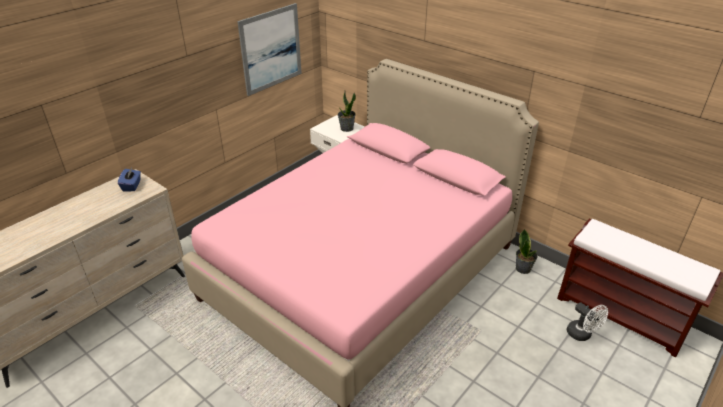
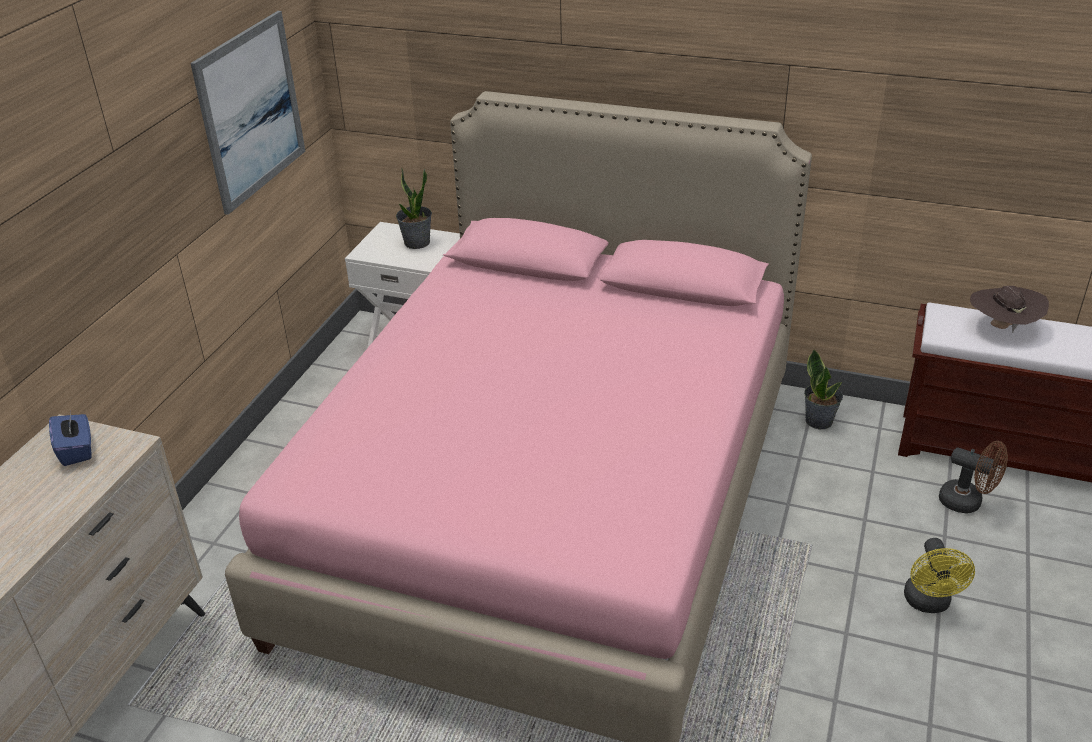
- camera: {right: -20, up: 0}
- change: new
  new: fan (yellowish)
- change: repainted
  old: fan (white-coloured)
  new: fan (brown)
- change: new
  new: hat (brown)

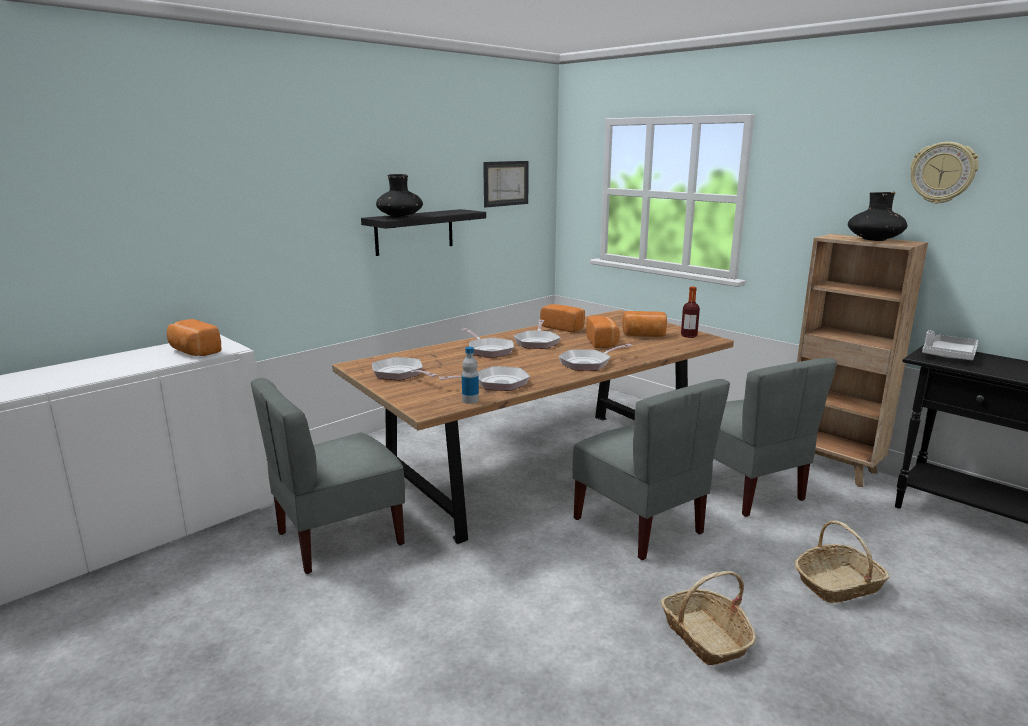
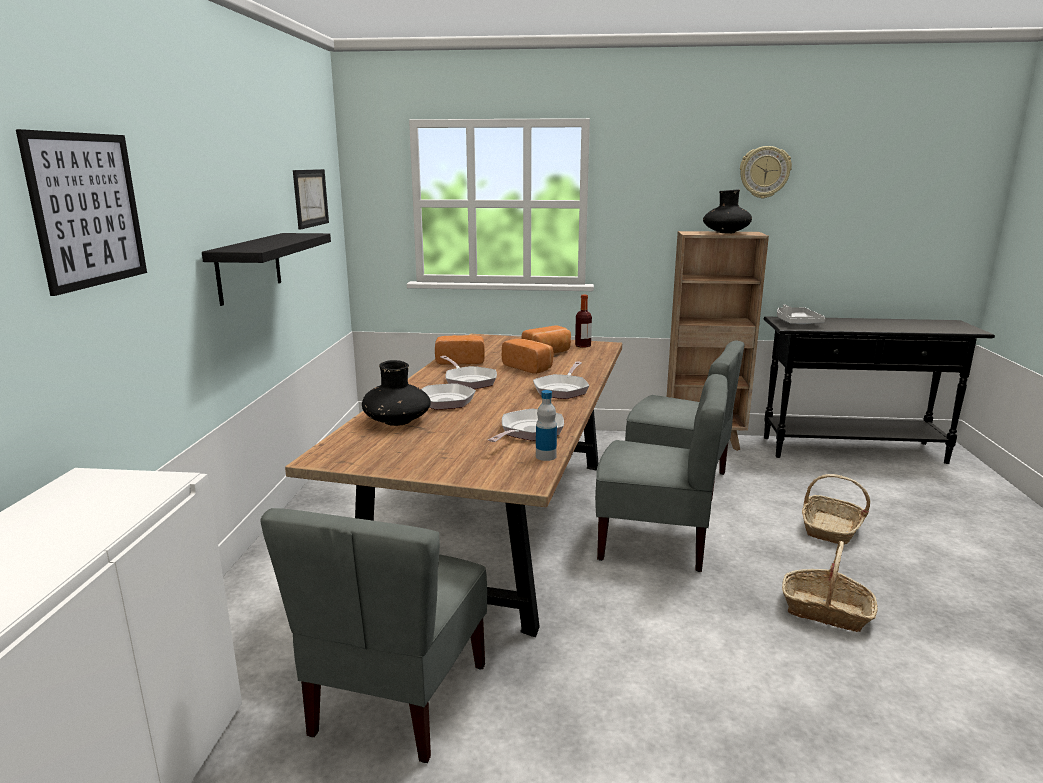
- camera: {right: -40, up: 0}
- change: new
  new: picture (no. 1 from left)
- change: shifted
  old: vase (black) (no. 1 from left)
- change: gone
  old: baked bread (no. 1 from left)
- change: gone
  old: pan (no. 1 from left)

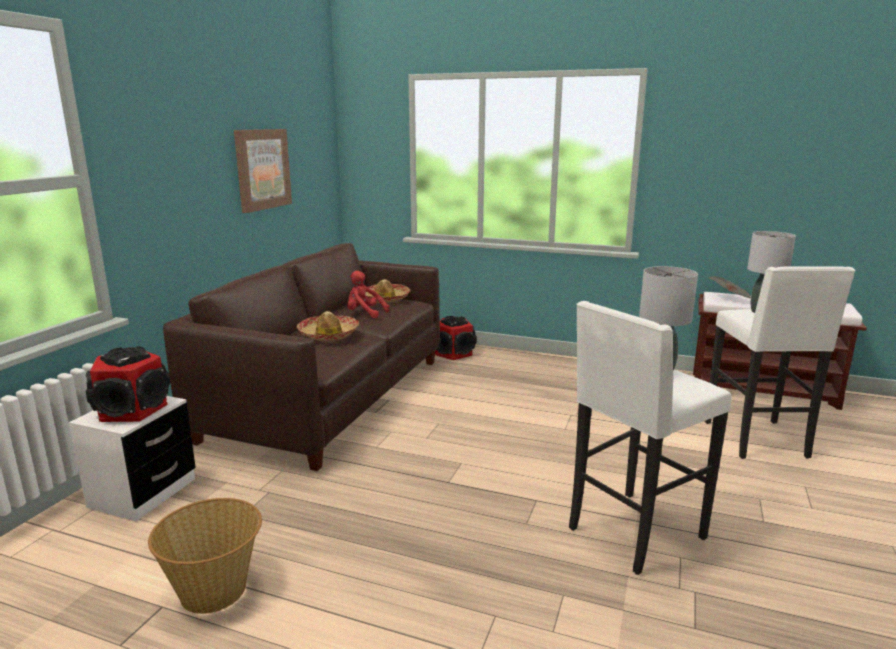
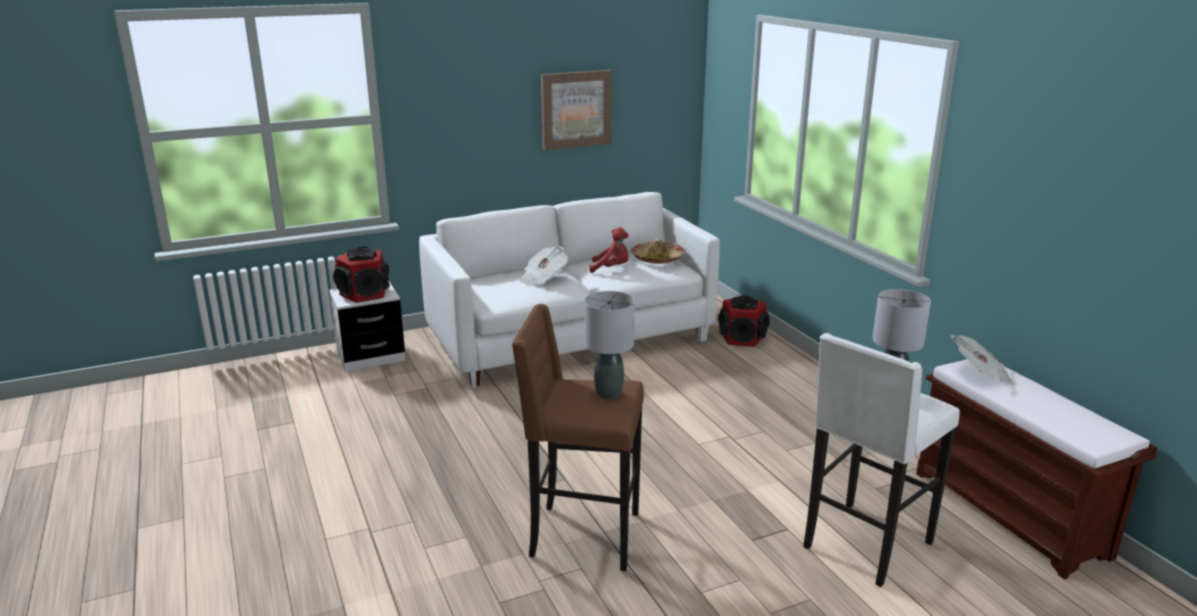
- camera: {right: 45, up: 5}
- change: repainted
  old: settee (brown)
  new: settee (white-coloured)
- change: repainted
  old: stool (white-coloured) (no. 1 from left)
  new: stool (brown)
- change: swapped
  old: hat (no. 1 from left)
  new: newspaper (no. 1 from left)
- change: rotated
  old: soft toy (red)
  degrees: 120
- change: gone
  old: household basket

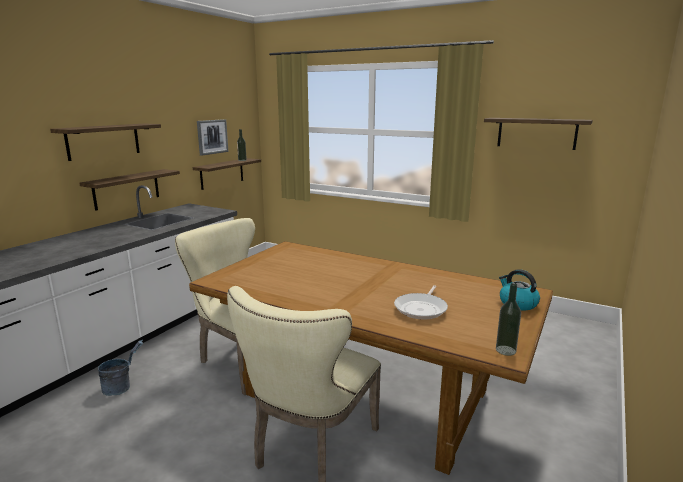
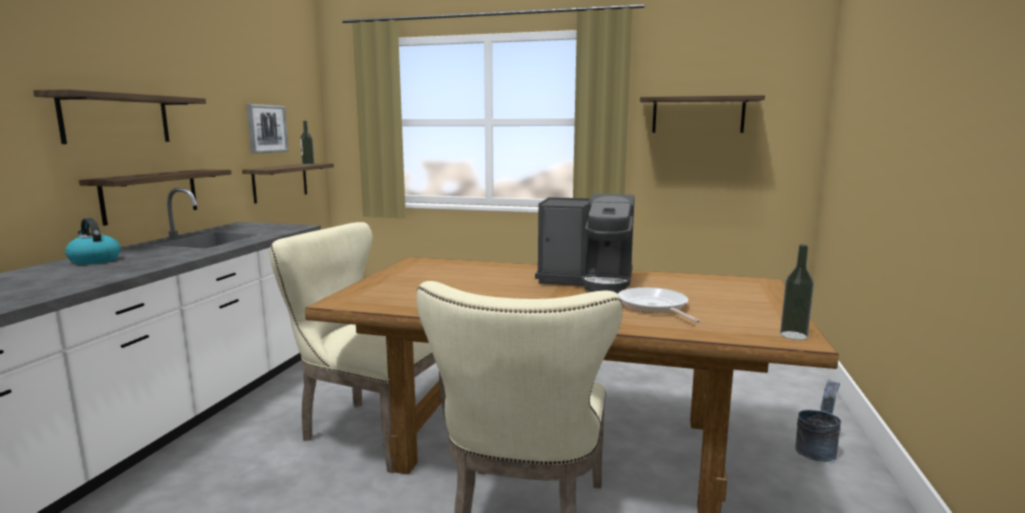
- camera: {right: -15, up: -5}
- change: shifted
  old: kettle
- change: new
  new: coffee maker
- change: rotated
  old: pan
  degrees: 150
- change: shifted
  old: bucket (greyish)

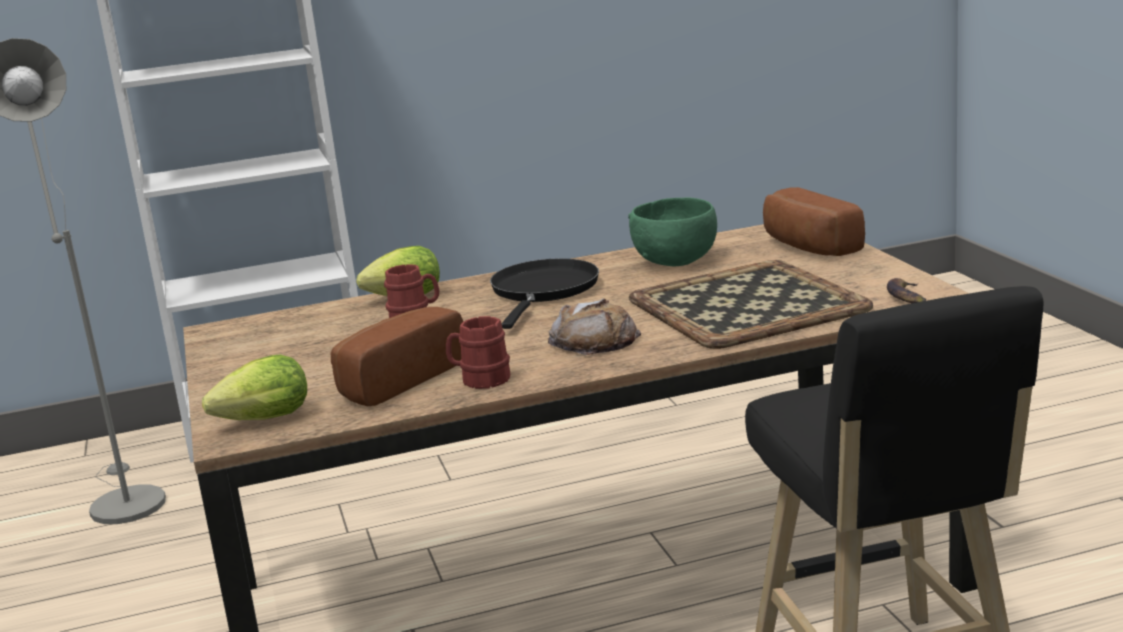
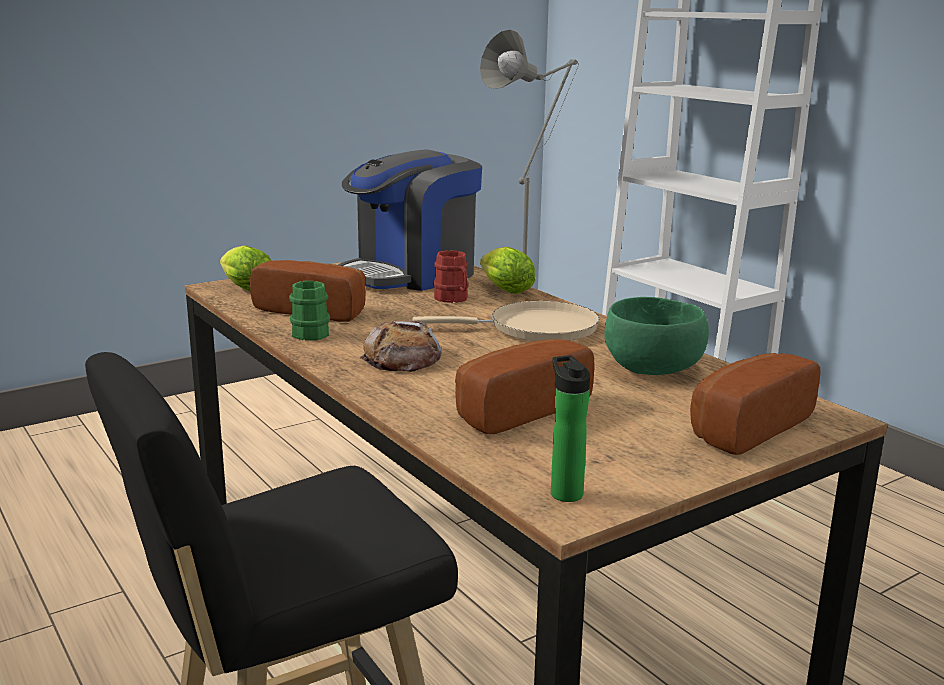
- camera: {right: 70, up: 0}
- change: repainted
  old: tea mug (red) (no. 2 from left)
  new: tea mug (greenish)
- change: new
  new: coffee maker
- change: repainted
  old: pan (black)
  new: pan (sand-coloured)
- change: swapped
  old: carrying tray
  new: baked bread (no. 3 from left)
- change: swapped
  old: banana fruit
  new: drink bottle

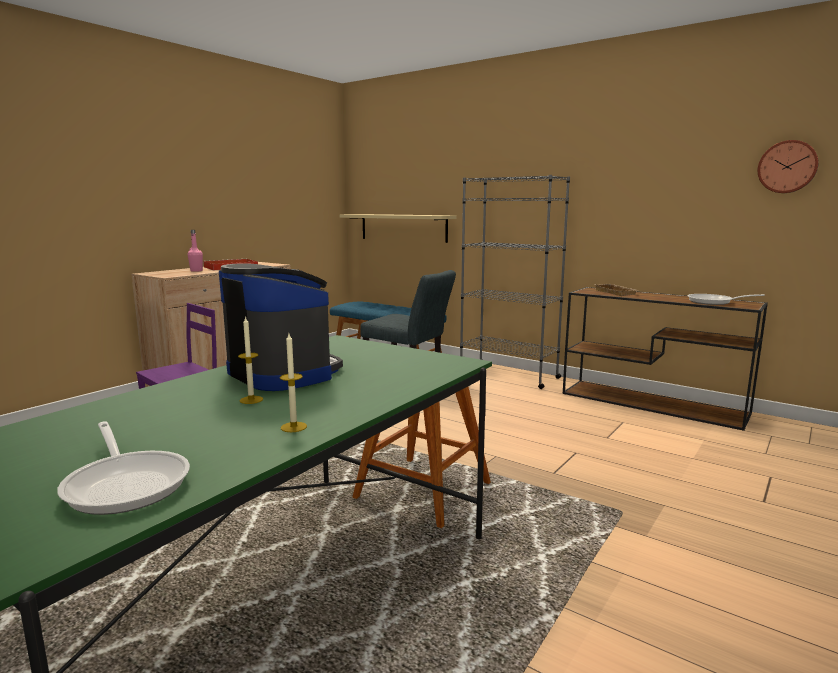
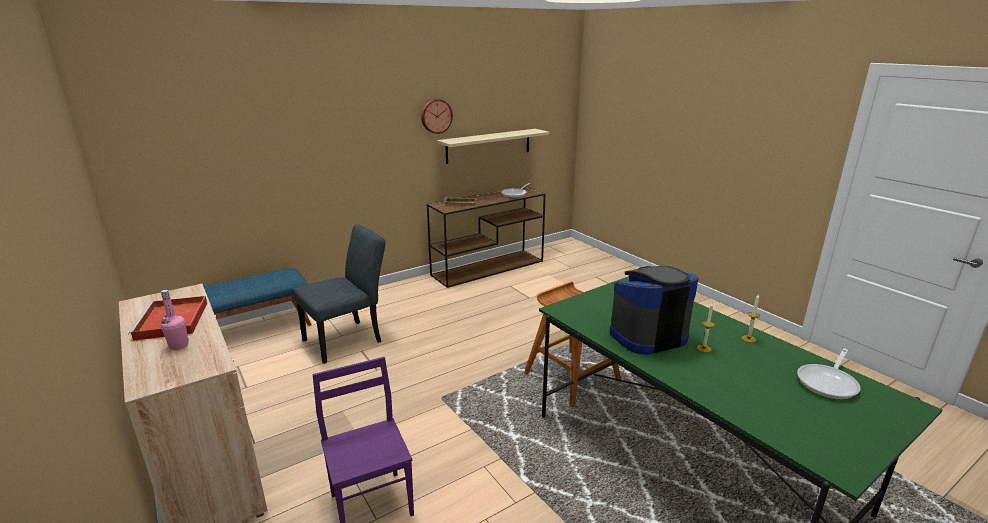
- camera: {right: -70, up: 10}
- change: shifted
  old: hanging clock
- change: shifted
  old: bracket shelf (sand-coloured)
- change: rotated
  old: pan (no. 1 from left in the first image)
  degrees: 150
- change: gone
  old: bookshelf (greyish)

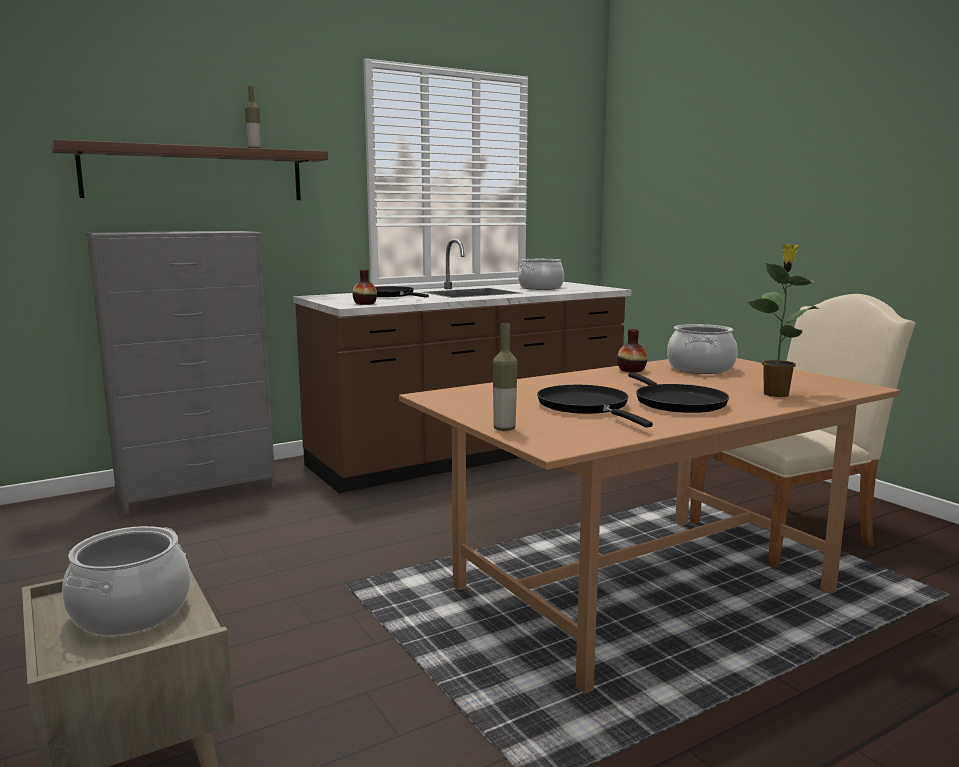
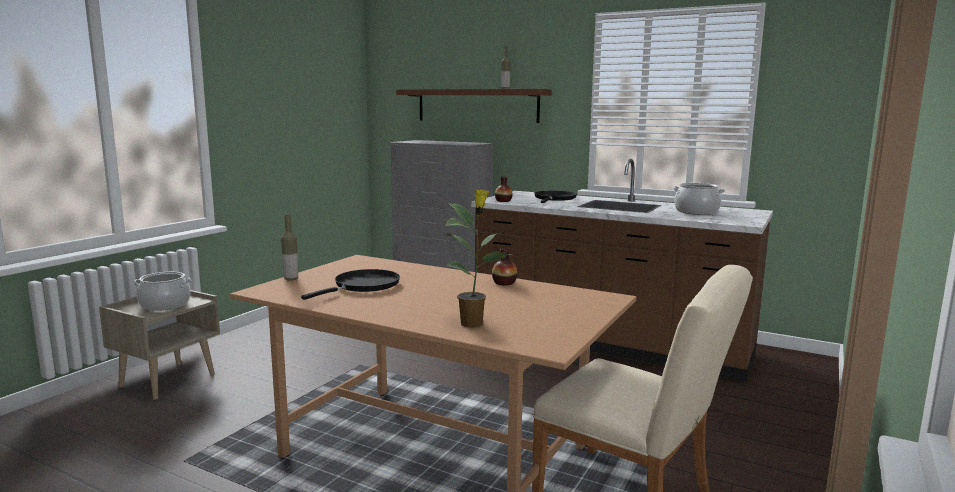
- camera: {right: 60, up: 0}
- change: gone
  old: pan (black) (no. 3 from left)
- change: gone
  old: cooking pot (no. 3 from left)

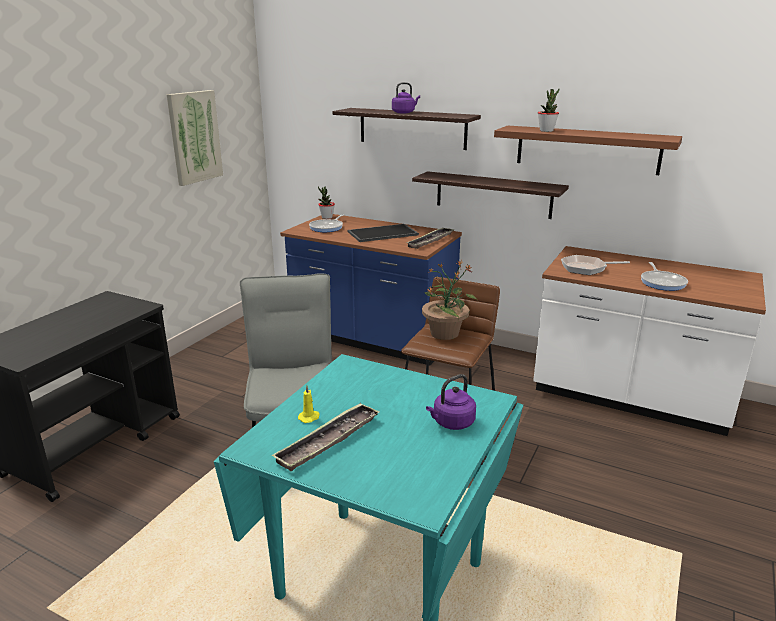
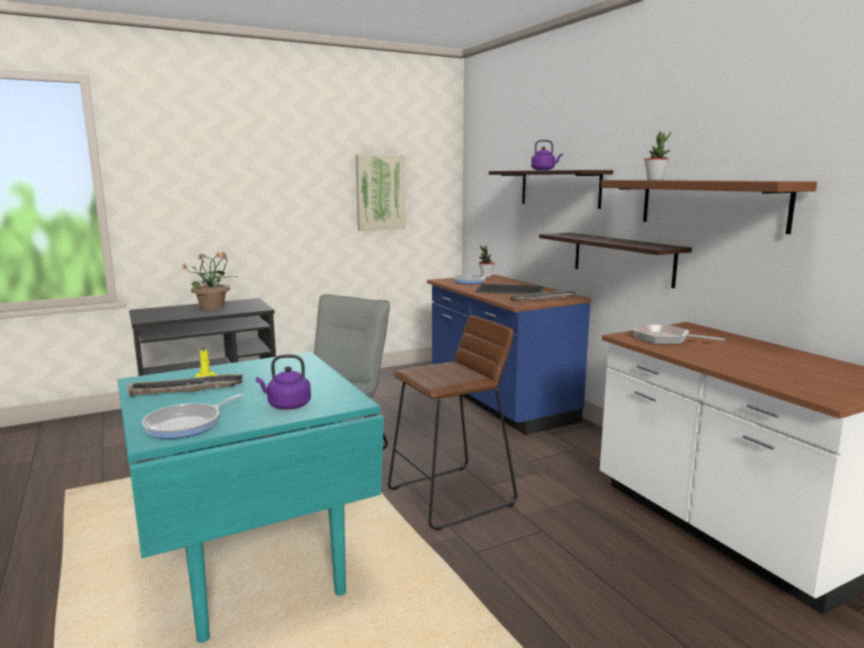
- camera: {right: 35, up: -10}
- change: shifted
  old: pan (no. 3 from left in the first image)
  new: pan (no. 1 from left)
- change: shifted
  old: houseplant (no. 2 from left in the first image)
  new: houseplant (no. 1 from left)

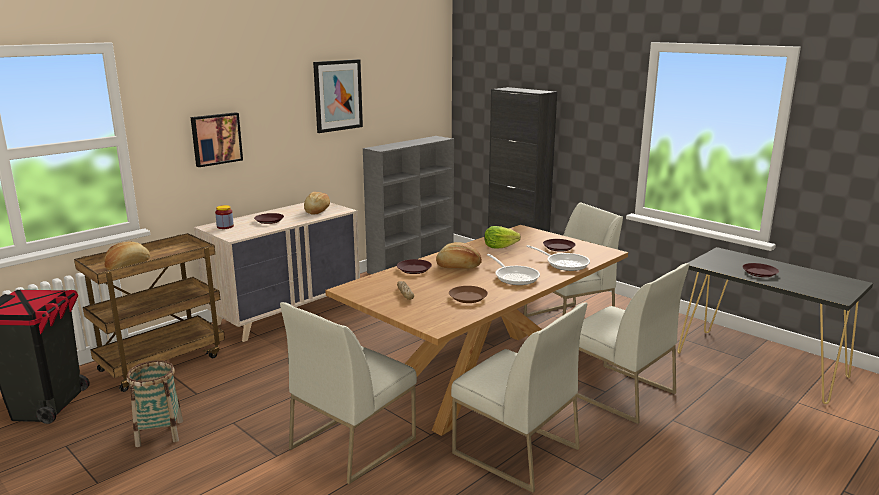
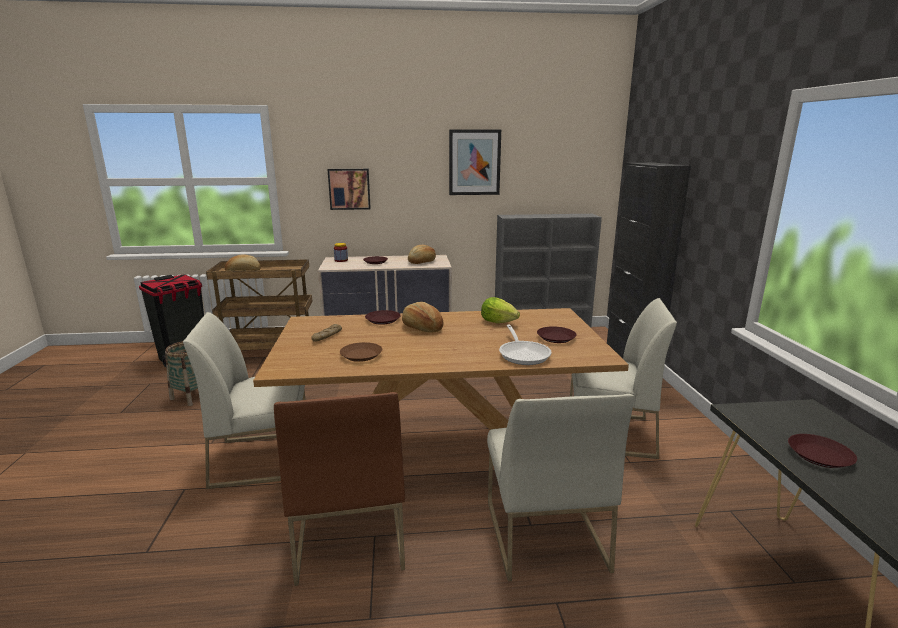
- camera: {right: 40, up: 0}
- change: repainted
  old: plain chair (white-coloured) (no. 2 from left)
  new: plain chair (brown)
- change: gone
  old: pan (no. 1 from left)

